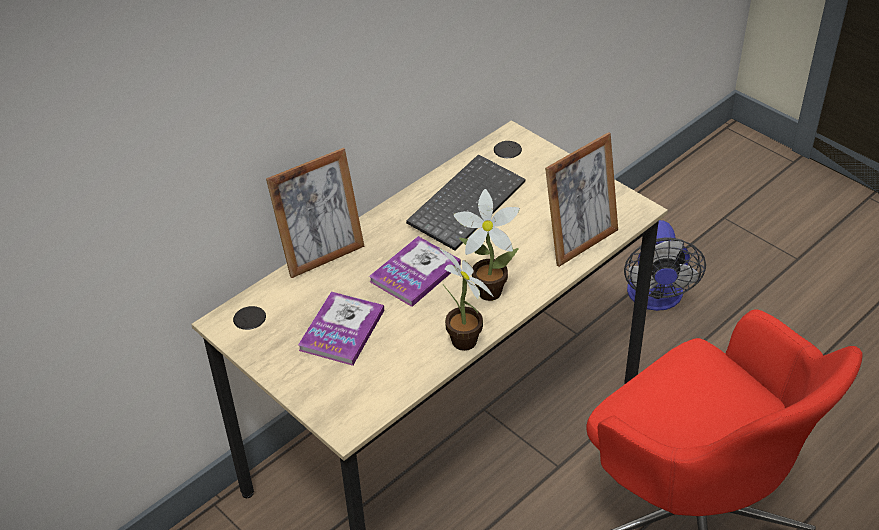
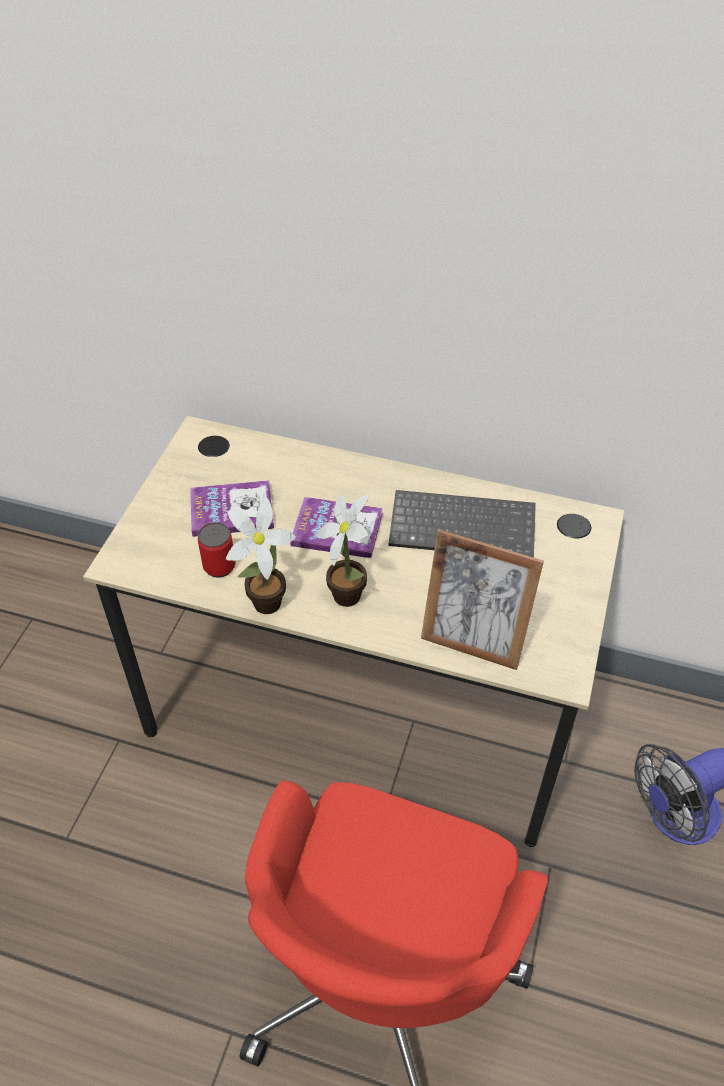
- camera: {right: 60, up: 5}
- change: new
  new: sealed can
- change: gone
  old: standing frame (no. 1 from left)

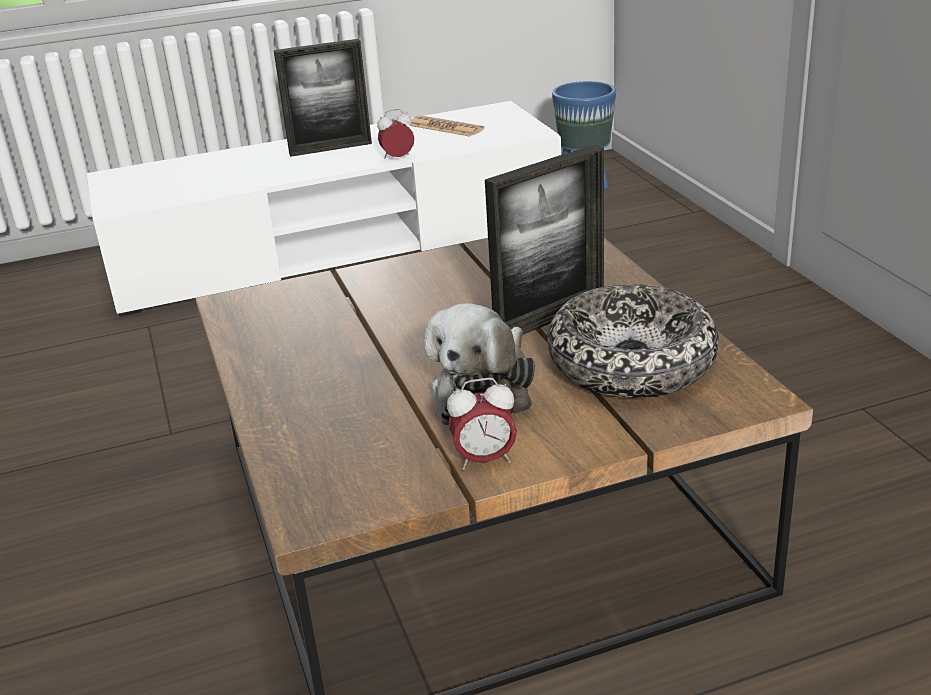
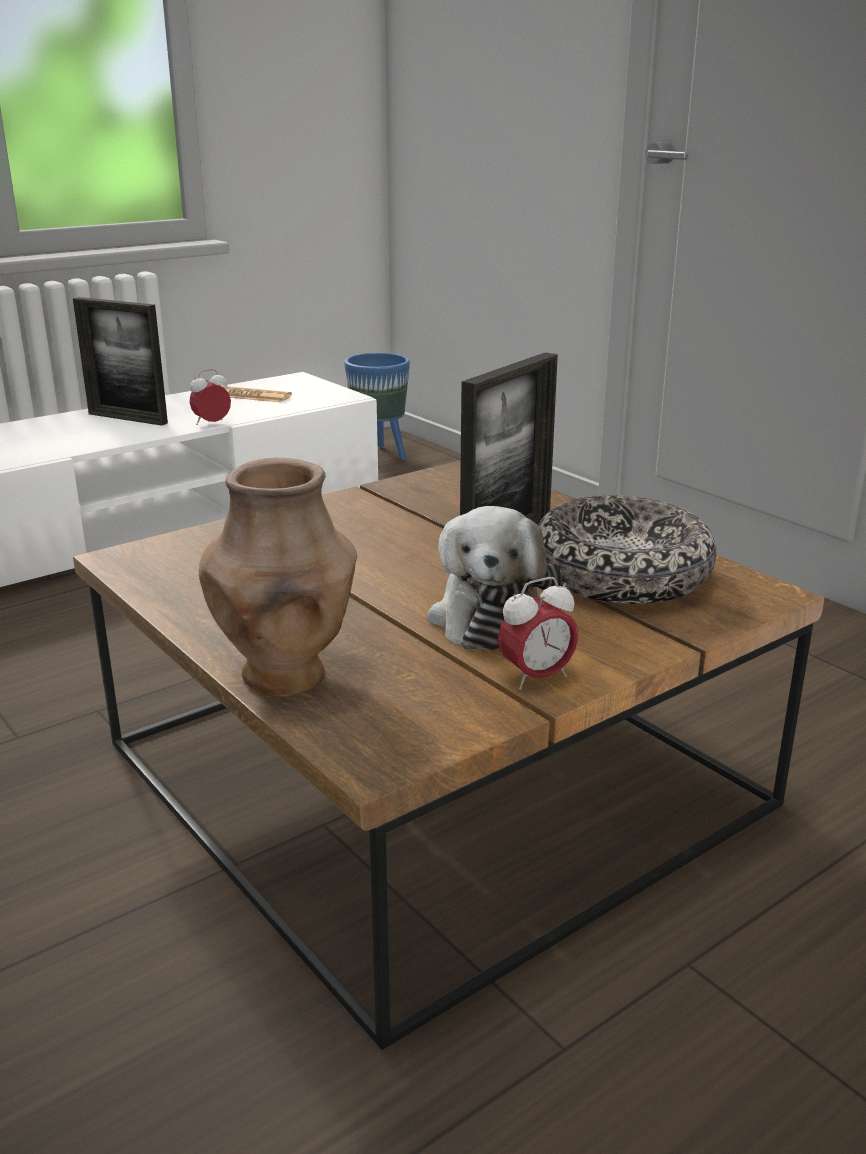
- camera: {right: -20, up: -5}
- change: rotated
  old: standing frame (no. 1 from left)
  degrees: 60
- change: new
  new: vase (brown)

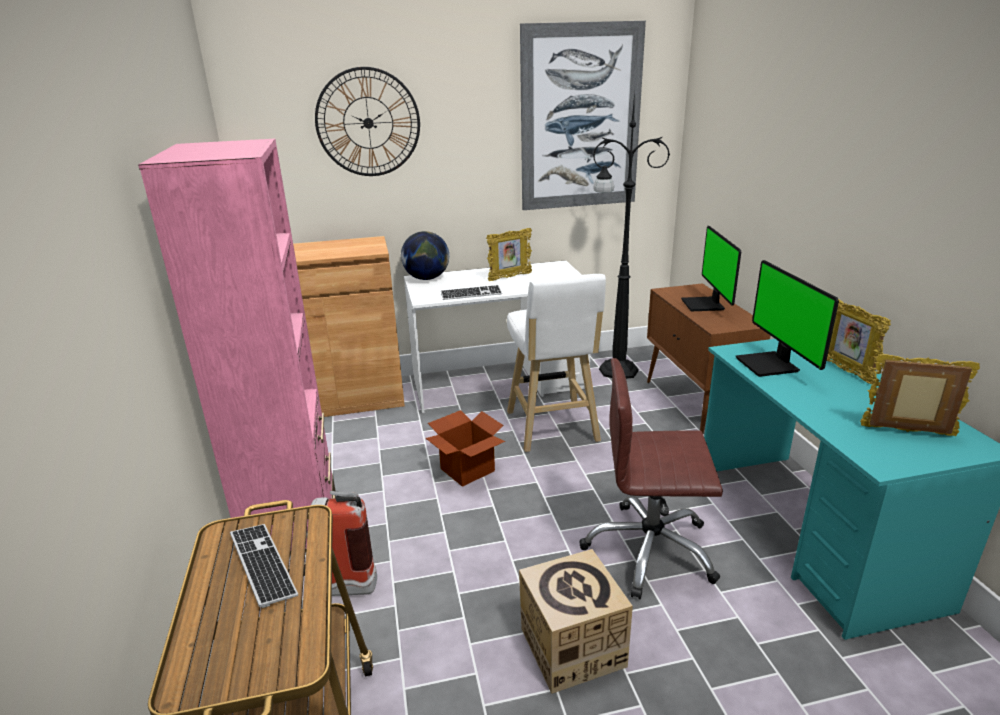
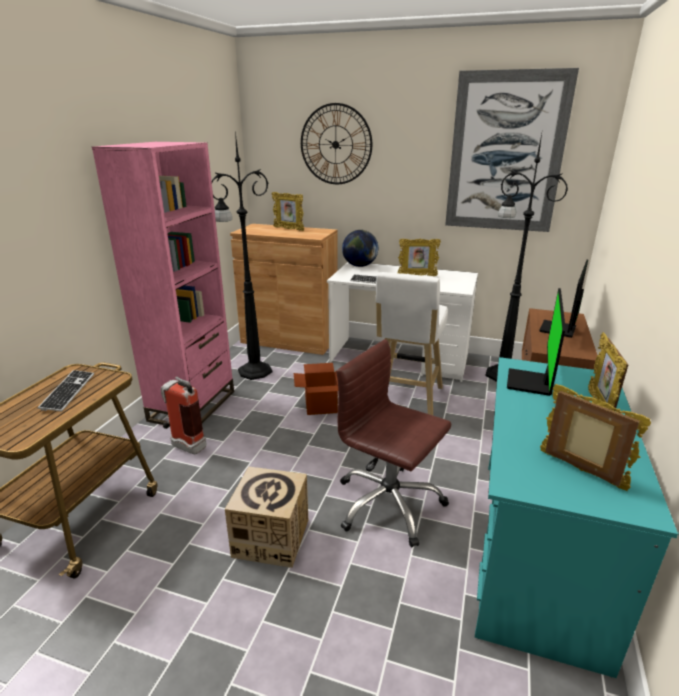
- camera: {right: 30, up: 0}
- change: new
  new: standing lamp (black) (no. 1 from left)
- change: new
  new: standing frame (no. 1 from left)

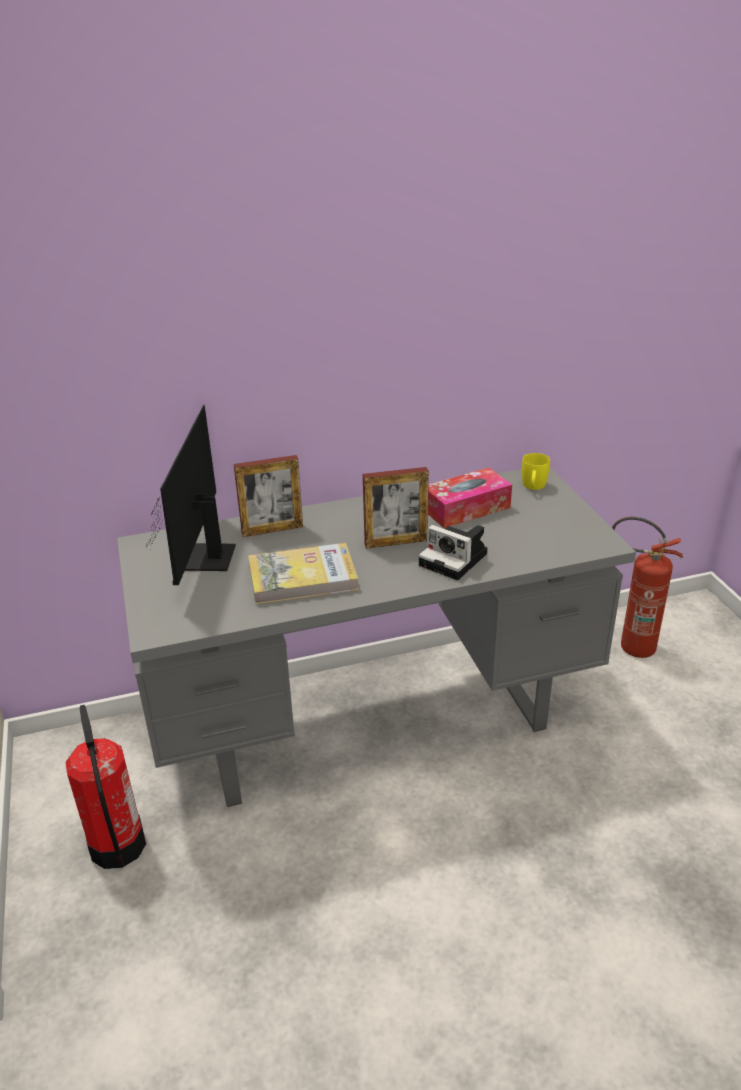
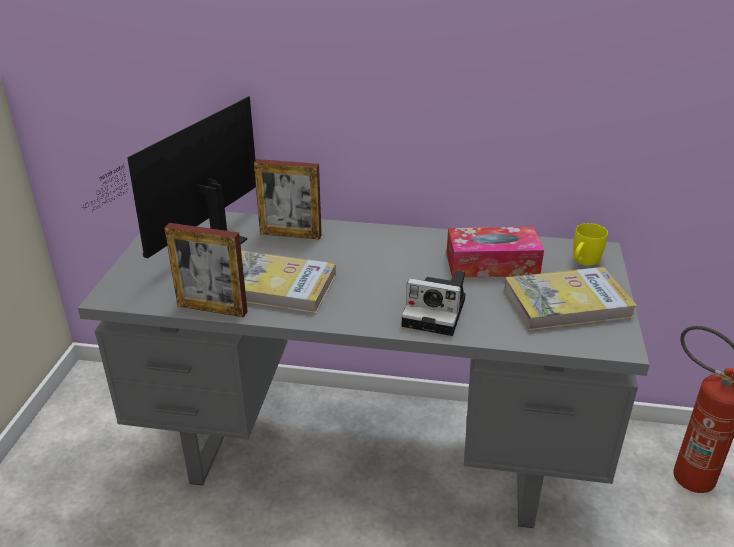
- camera: {right: 25, up: 0}
- change: shifted
  old: standing frame (no. 2 from left in the first image)
  new: standing frame (no. 1 from left)
- change: rotated
  old: still camera
  degrees: -45
- change: new
  new: bound book (no. 2 from left)
- change: gone
  old: extinguisher (no. 1 from left)

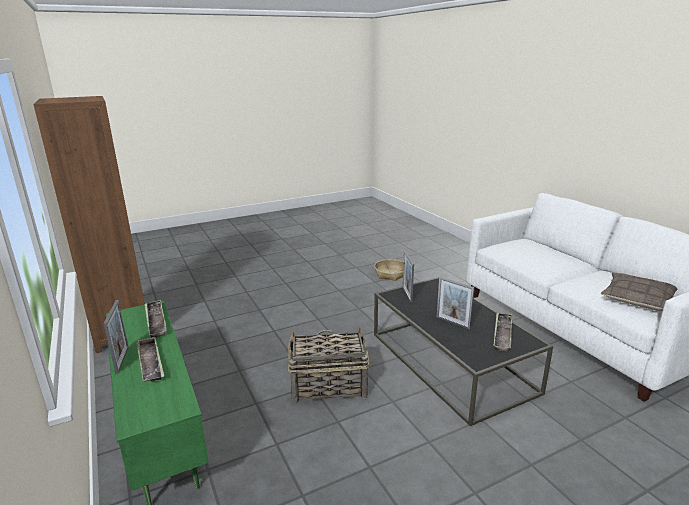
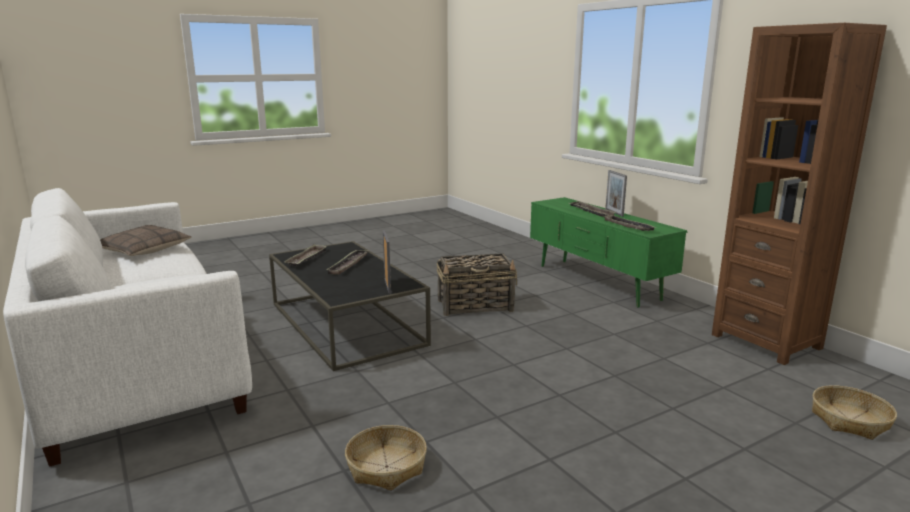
- camera: {right: 175, up: -5}
- change: swapped
  old: standing frame (no. 3 from left)
  new: carrying tray (no. 2 from left)
- change: new
  new: household basket (no. 3 from left)

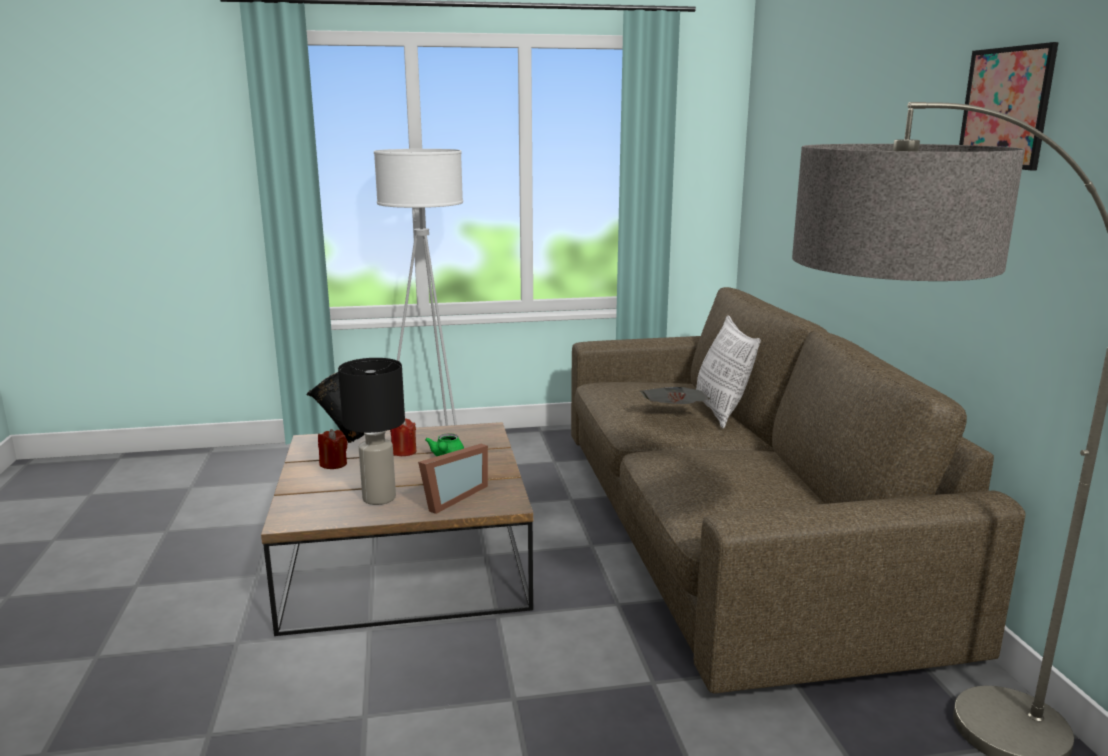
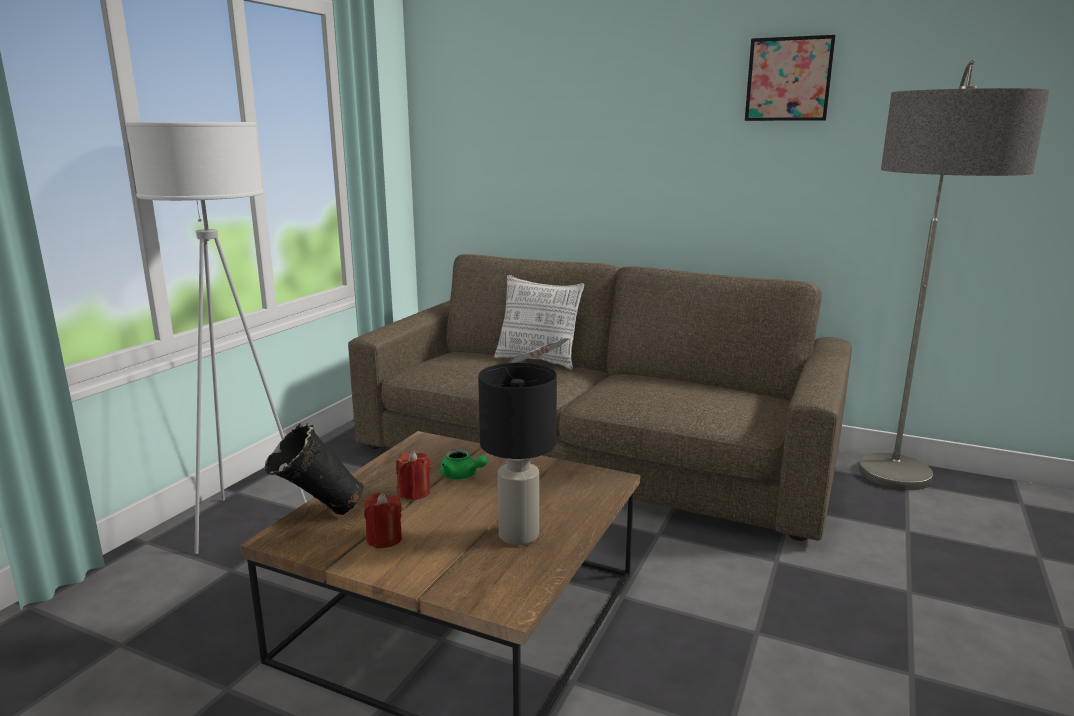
- camera: {right: -55, up: 0}
- change: gone
  old: standing frame

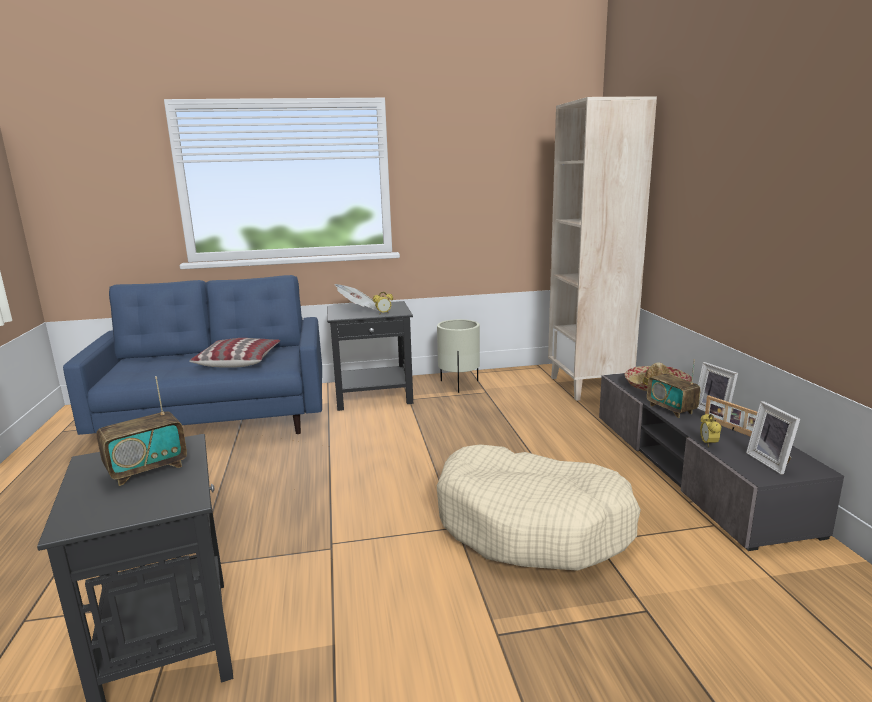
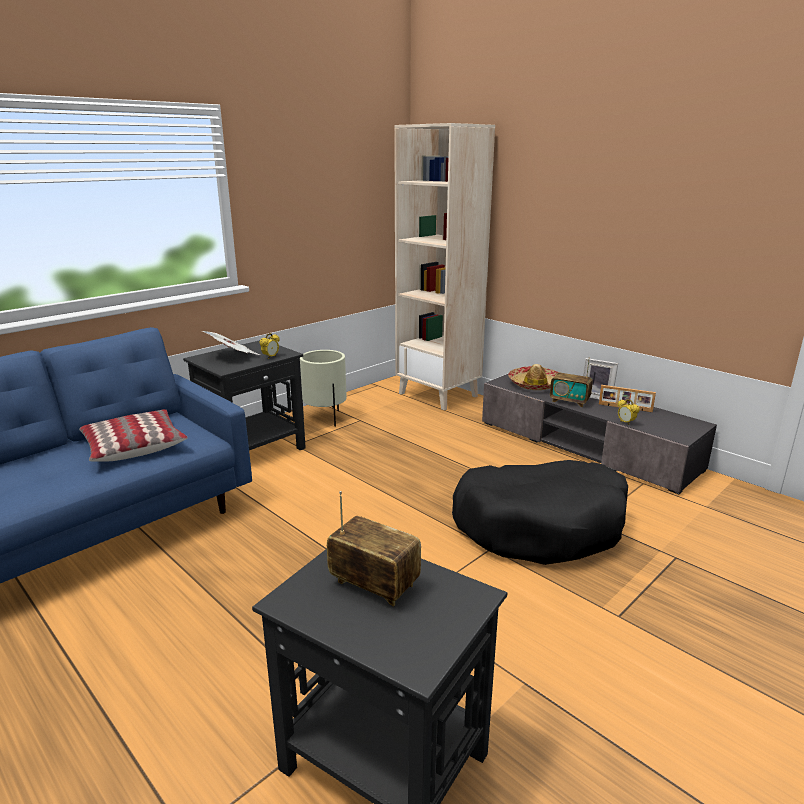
- camera: {right: -35, up: 5}
- change: rotated
  old: radio (no. 1 from left)
  degrees: -75
- change: repainted
  old: pet bed (sand-coloured)
  new: pet bed (black)
- change: gone
  old: standing frame (no. 3 from left)

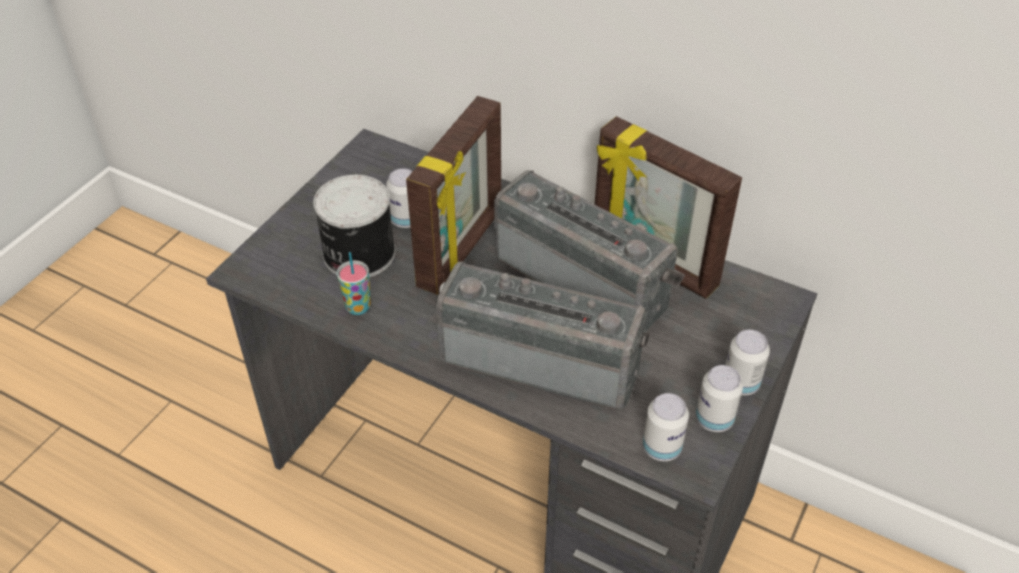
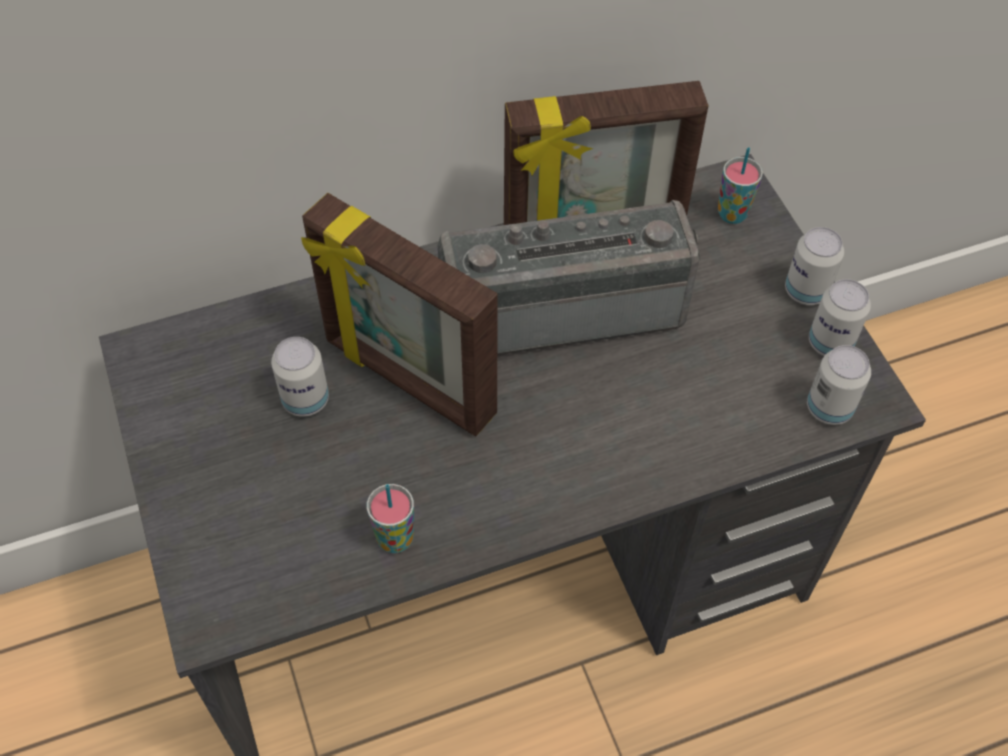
- camera: {right: -50, up: 10}
- change: rotated
  old: standing frame (no. 1 from left)
  degrees: 150
- change: new
  new: drinking cup (no. 2 from left)
- change: gone
  old: sealed can (no. 1 from left)
- change: gone
  old: radio (no. 1 from left)

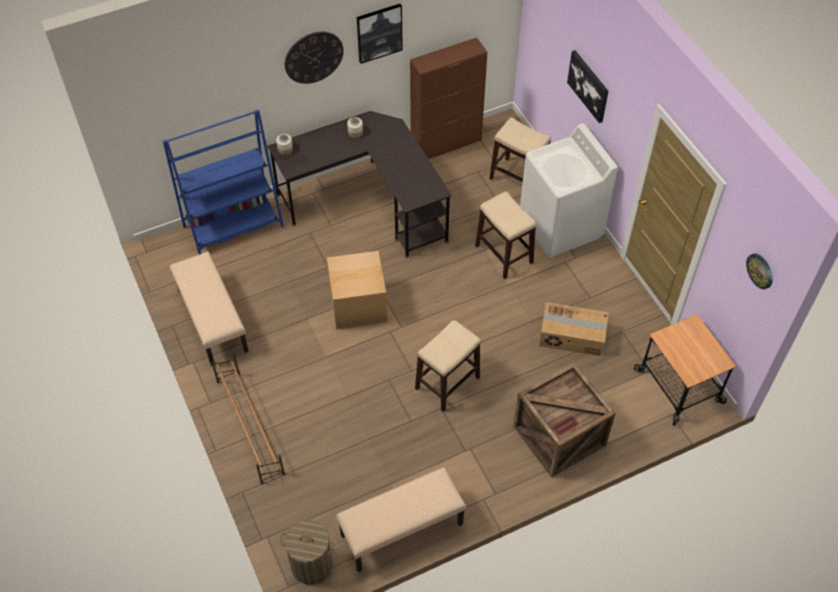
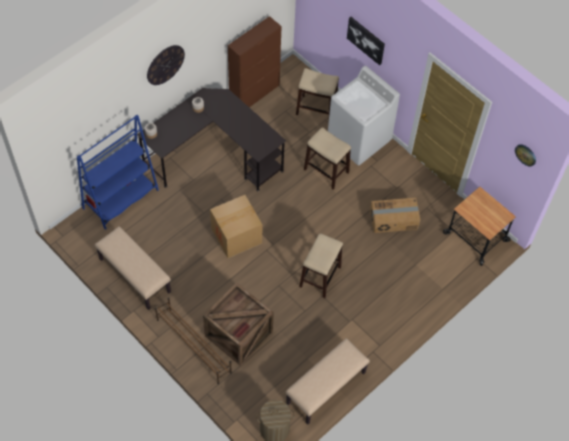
- camera: {right: -20, up: 5}
- change: shifted
  old: crate
- change: gone
  old: picture (no. 1 from left)

